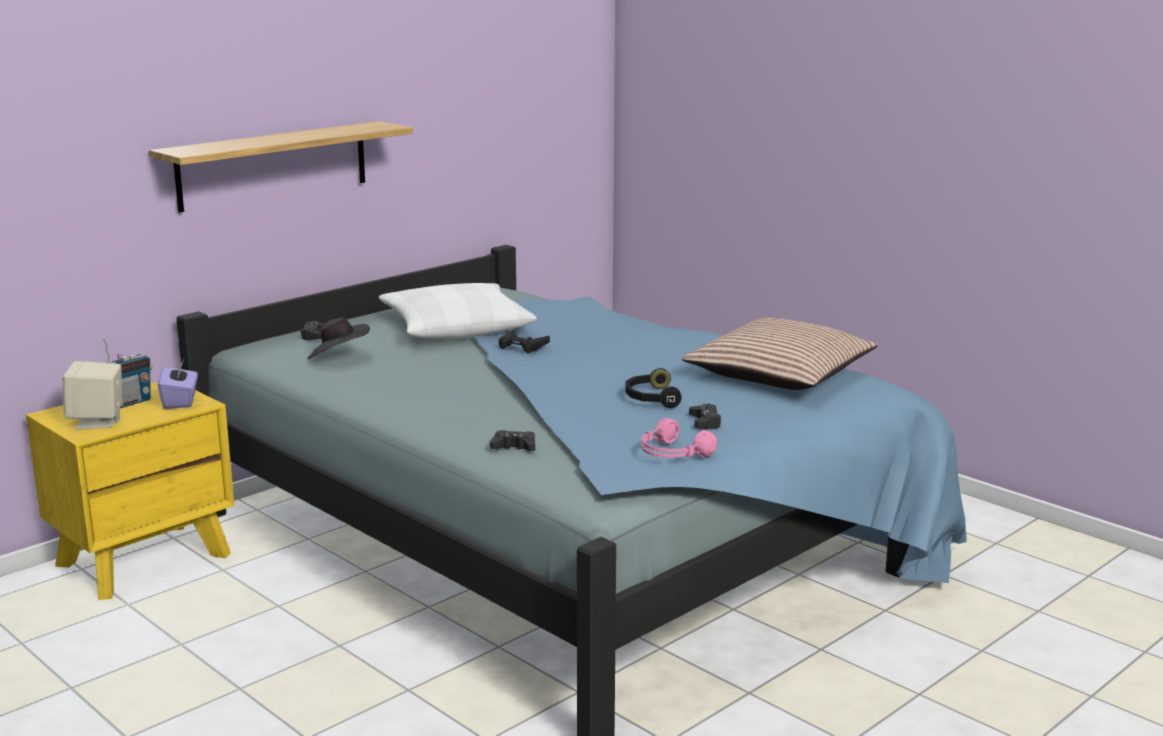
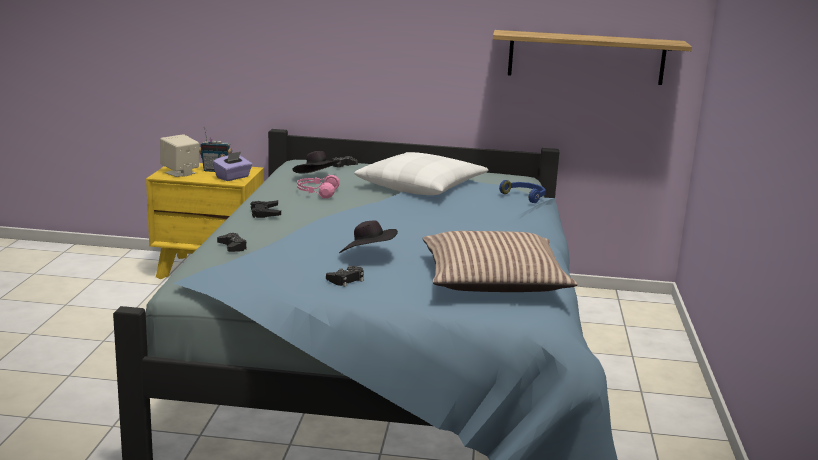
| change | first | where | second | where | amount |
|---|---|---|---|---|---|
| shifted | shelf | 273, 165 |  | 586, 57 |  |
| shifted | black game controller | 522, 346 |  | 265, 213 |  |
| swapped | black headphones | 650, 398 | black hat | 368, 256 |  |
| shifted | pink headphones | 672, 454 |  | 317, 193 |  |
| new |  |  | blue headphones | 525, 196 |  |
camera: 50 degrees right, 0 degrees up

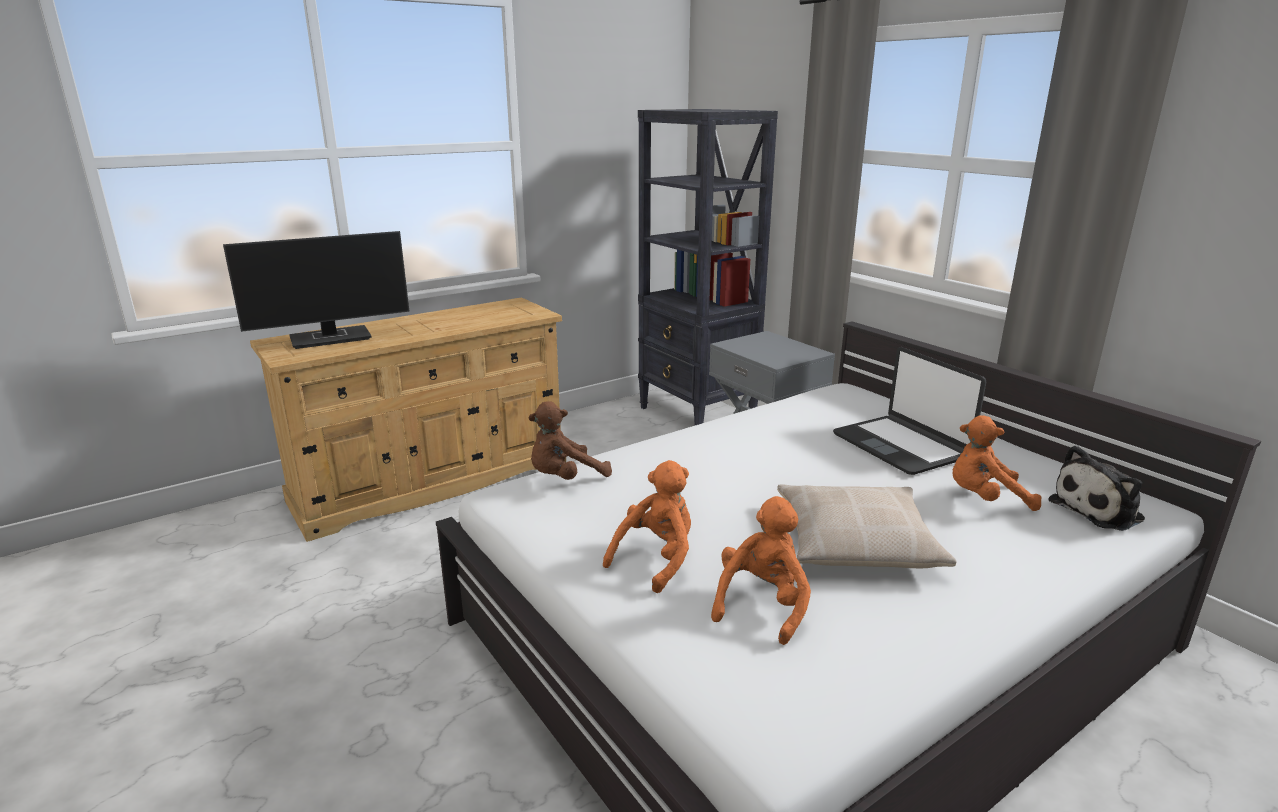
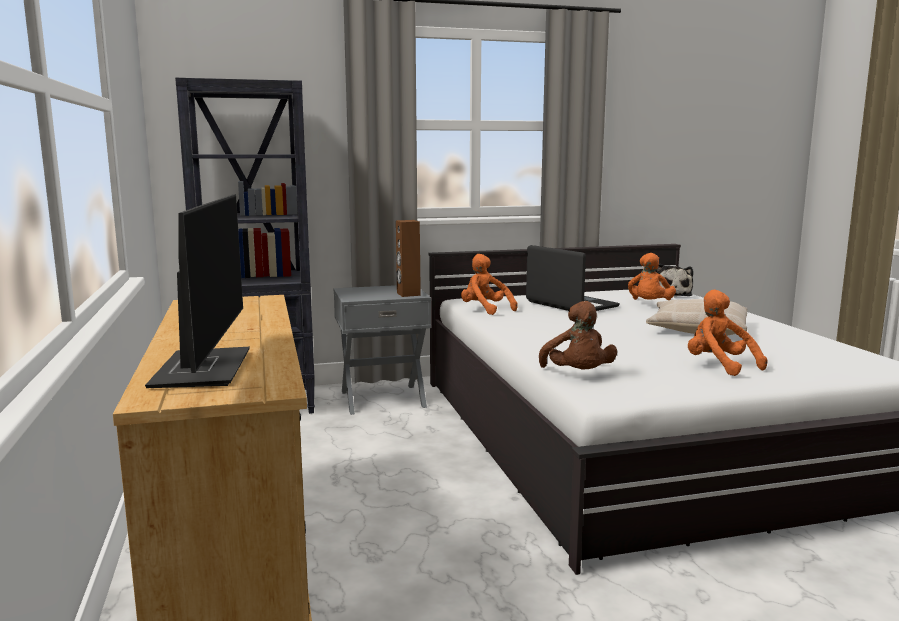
| change | first | where | second | where | amount |
|---|---|---|---|---|---|
| rotated | laptop | 901, 446 |  | 571, 305 | 120 degrees counterclockwise |
| shifted | orange plush toy | 762, 605 |  | 485, 310 |  |
| new |  |  | brown speaker | 408, 294 |  |
camera: 70 degrees left, 10 degrees down

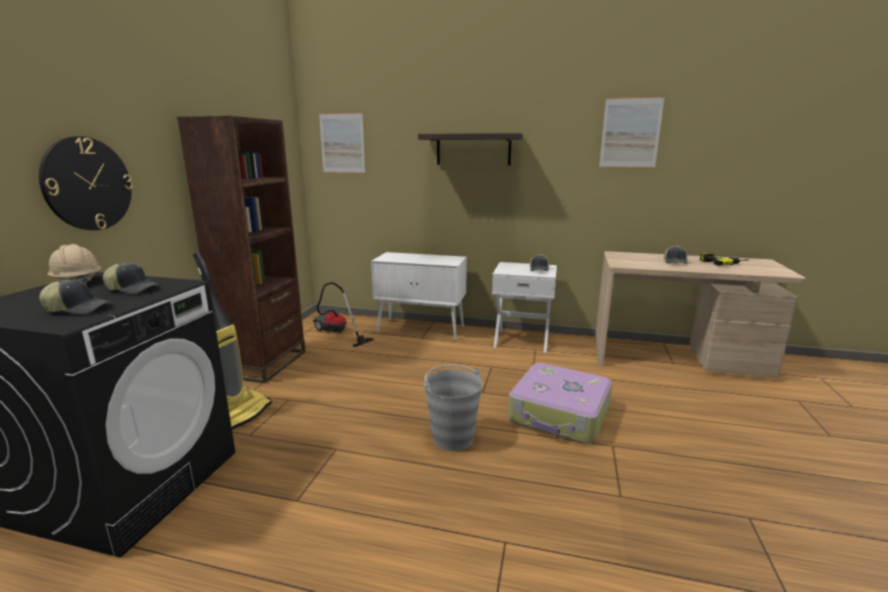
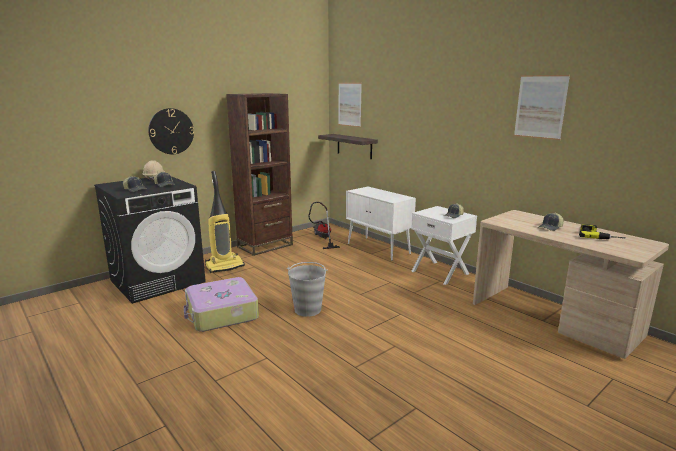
| change | first | where | second | where | amount |
|---|---|---|---|---|---|
| shifted | shelf | 473, 149 |  | 354, 146 |  |
| shifted | suitcase | 560, 414 |  | 221, 313 |  |
camera: 35 degrees right, 0 degrees up

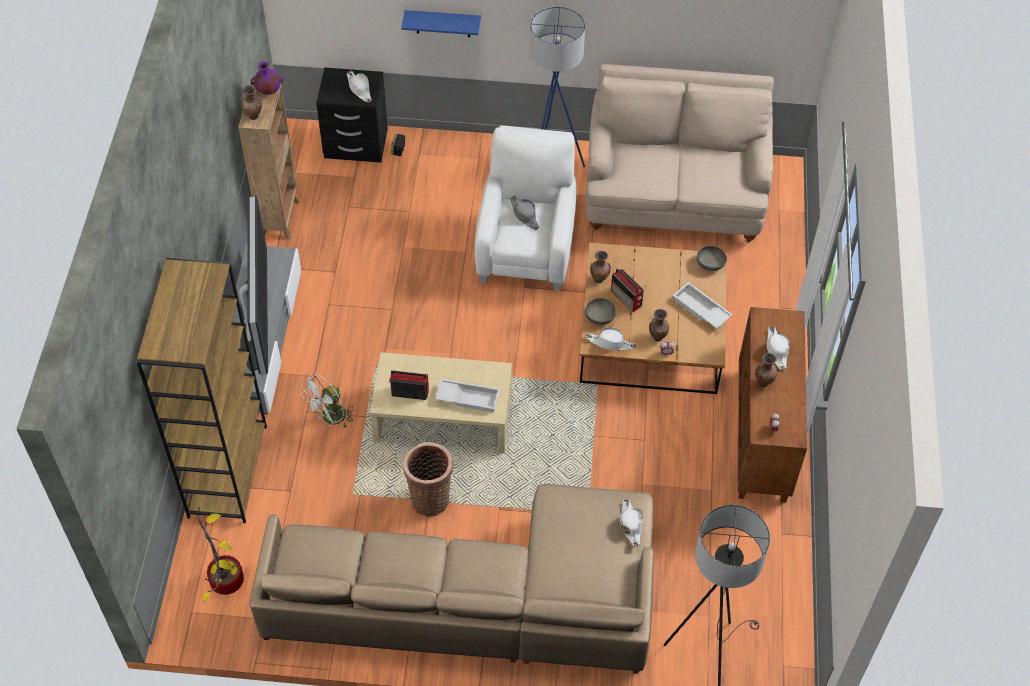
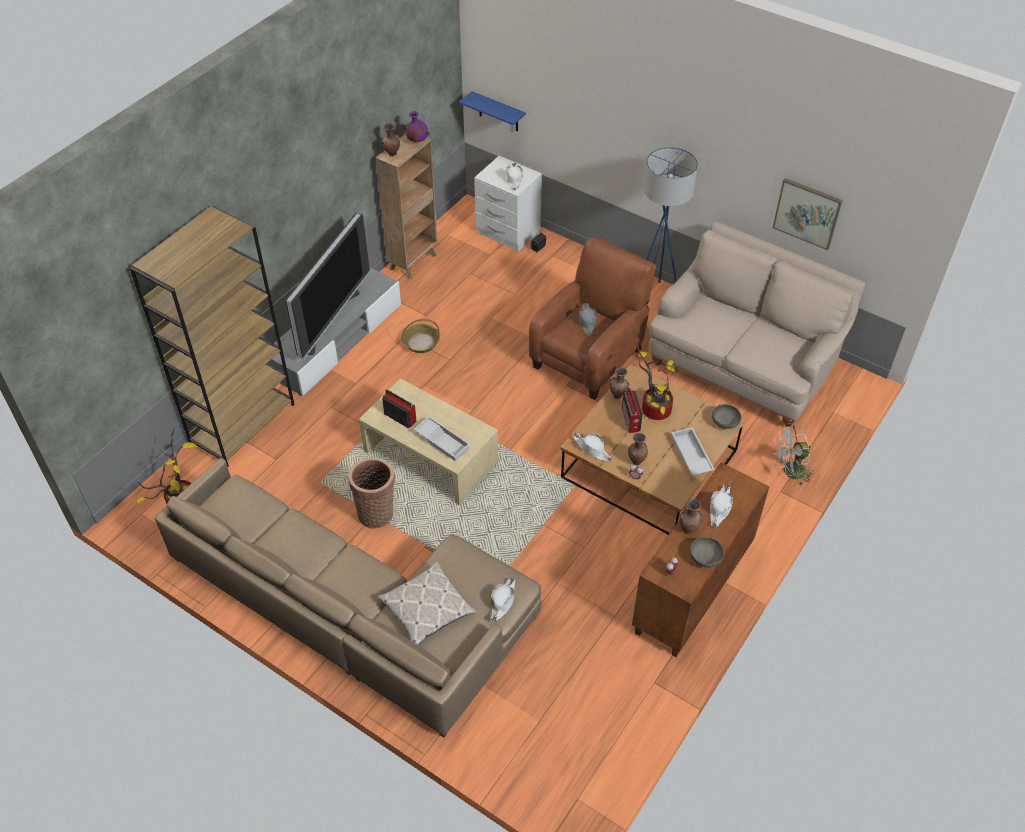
| change | first | where | second | where | amount |
|---|---|---|---|---|---|
| shifted | blue shelf | 443, 23 |  | 498, 112 |  |
| repainted | black nightstand | 355, 145 | white nightstand | 508, 232 |  |
| repainted | white armchair | 527, 247 | brown armchair | 590, 356 |  |
| shifted | grey bowl | 600, 317 |  | 705, 558 |  |
| shifted | white fan | 330, 419 |  | 790, 473 |  |
| gone | grey floor lamp | 707, 646 |  |  |  |
| new |  |  | picture | 807, 213 |  |
| new |  |  | basket | 421, 342 |  |
| new |  |  | potted plant | 653, 409 |  |
| new |  |  | pillow | 427, 609 |  |
camera: 30 degrees right, 5 degrees down

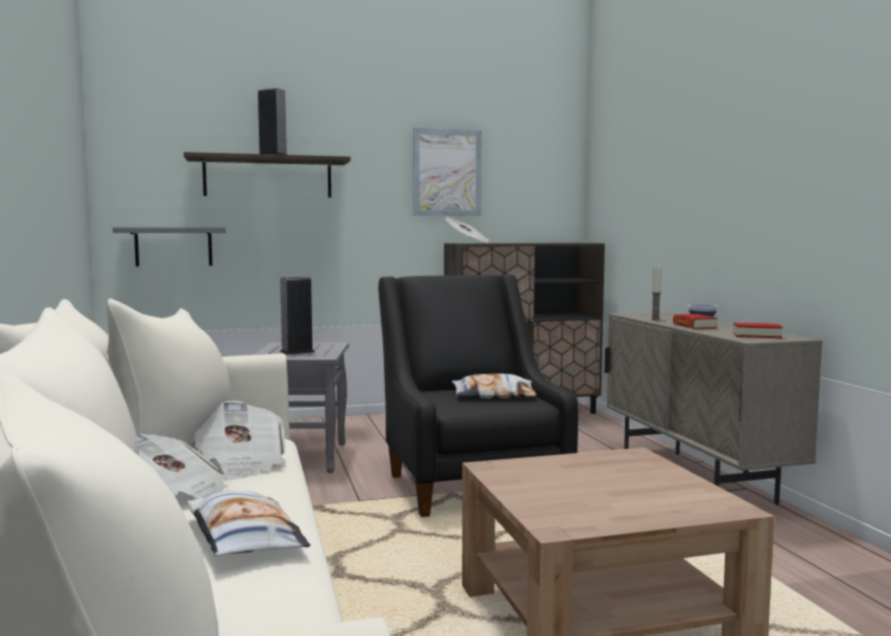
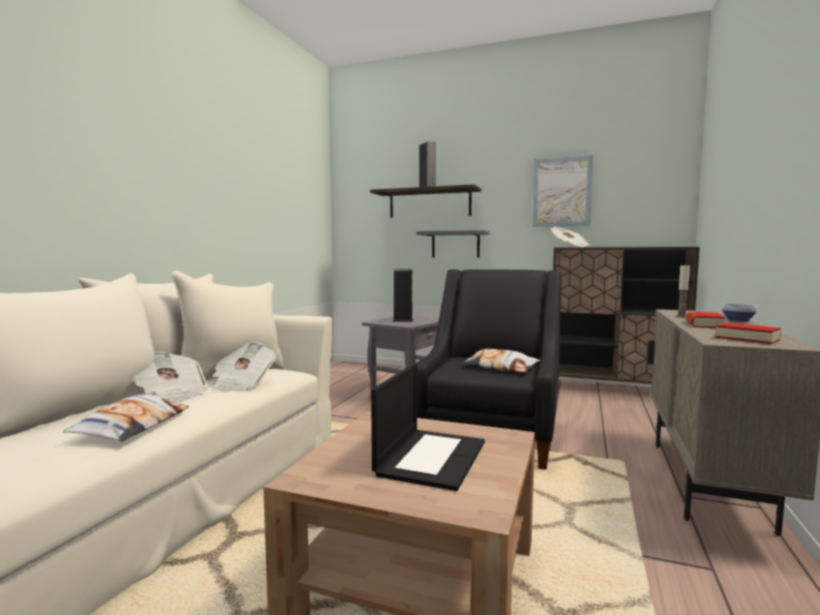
| change | first | where | second | where | amount |
|---|---|---|---|---|---|
| shifted | grey shelf | 173, 246 |  | 455, 244 |  |
| new |  |  | laptop | 431, 457 |  |
camera: 35 degrees right, 0 degrees up

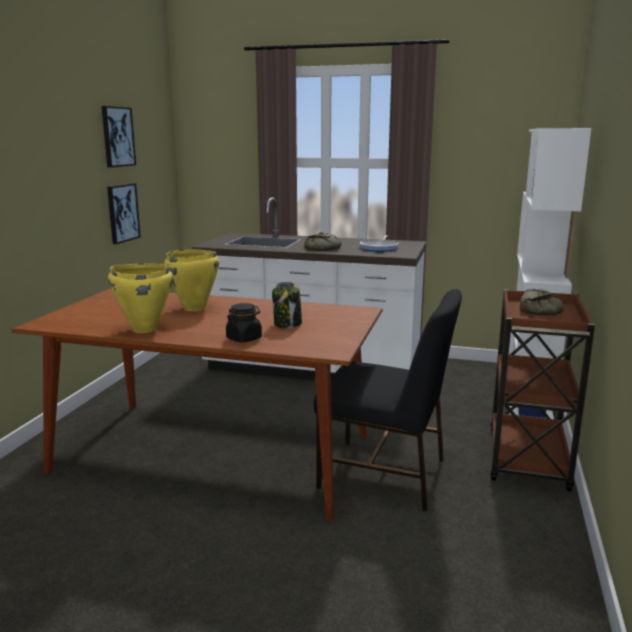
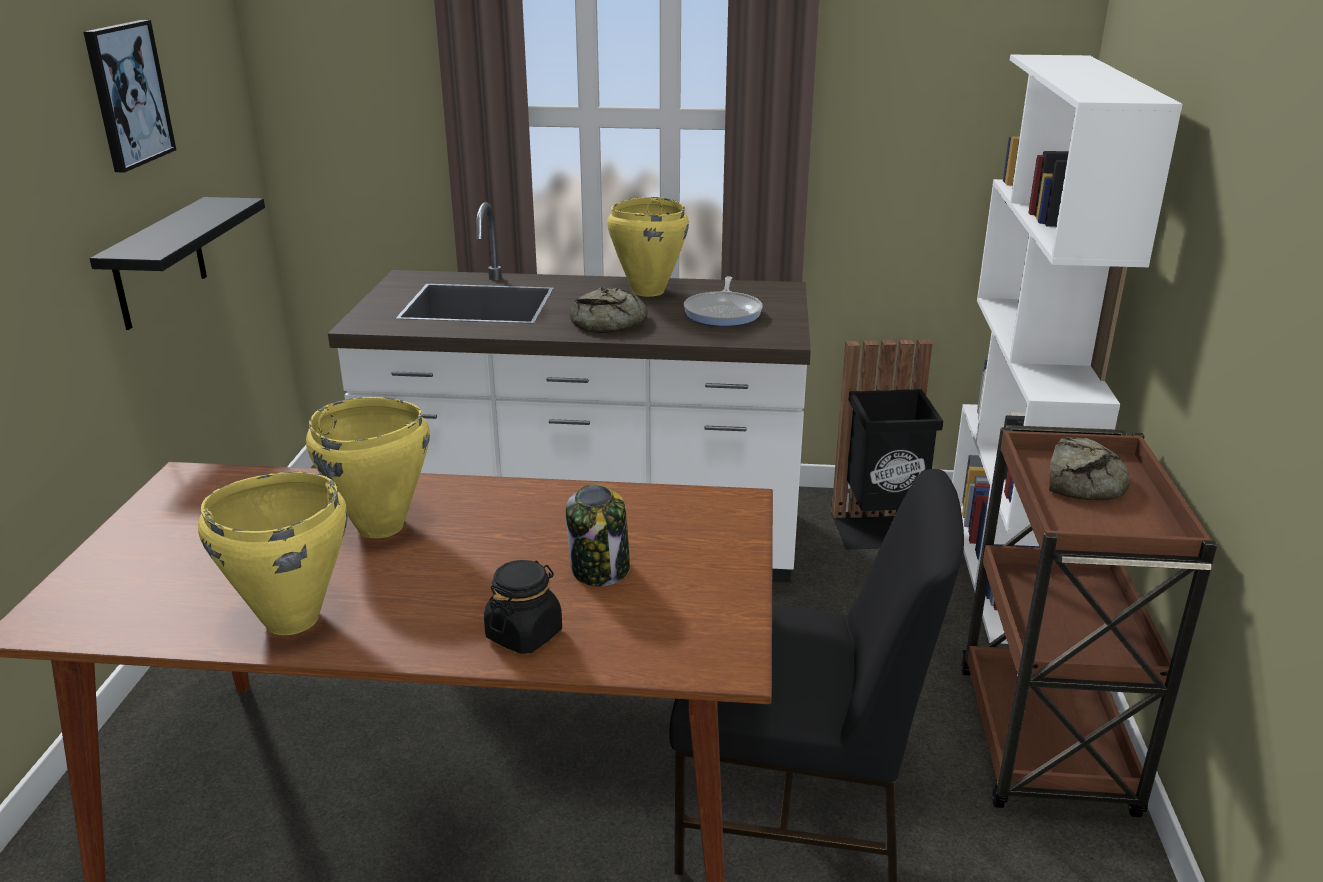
| change | first | where | second | where | amount |
|---|---|---|---|---|---|
| swapped | picture | 122, 213 | black shelf | 159, 263 |  |
| new |  |  | yellow cooking pot | 647, 291 |  |
| new |  |  | black trash can | 880, 531 |  |
camera: 10 degrees left, 10 degrees up

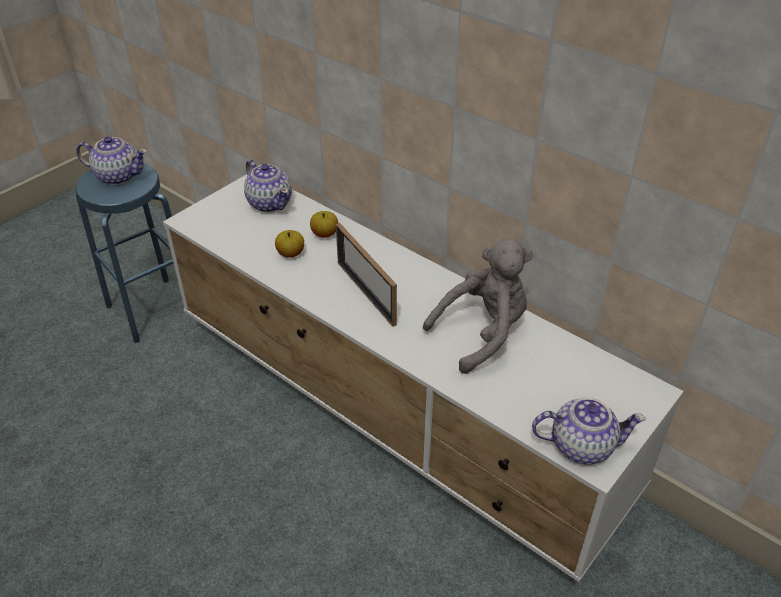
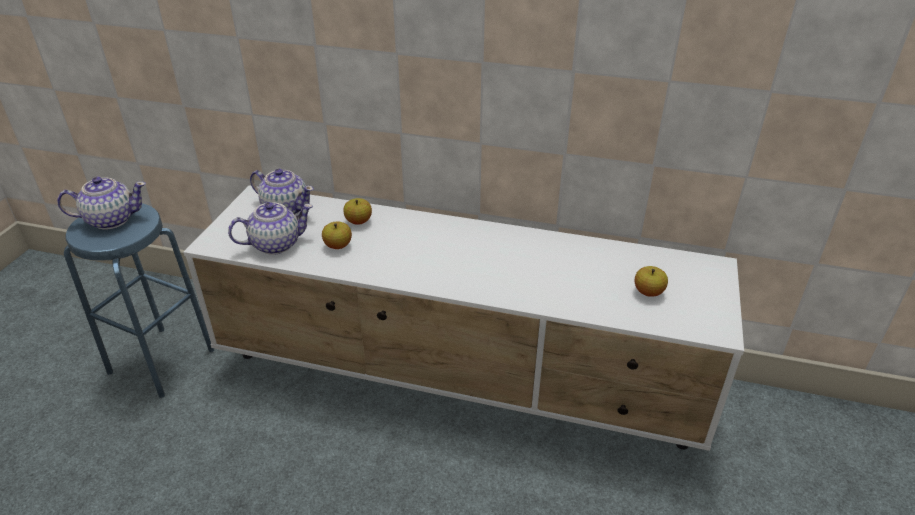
| change | first | where | second | where | amount |
|---|---|---|---|---|---|
| gone | picture frame | 366, 293 |  |  |  |
| gone | grey plush toy | 482, 333 |  |  |  |
| shifted | teapot | 582, 445 |  | 276, 244 |  |
| new |  |  | apple | 648, 292 |  |
camera: 25 degrees left, 5 degrees down

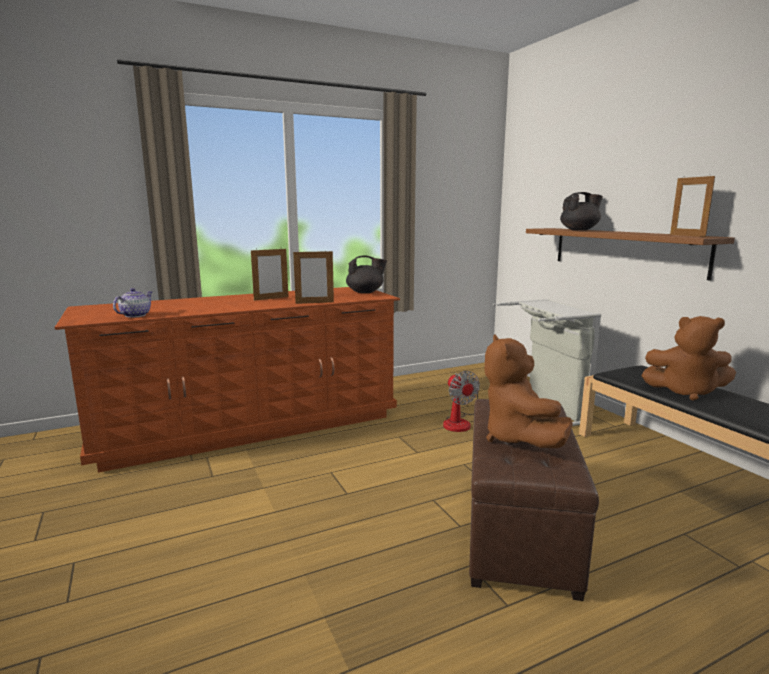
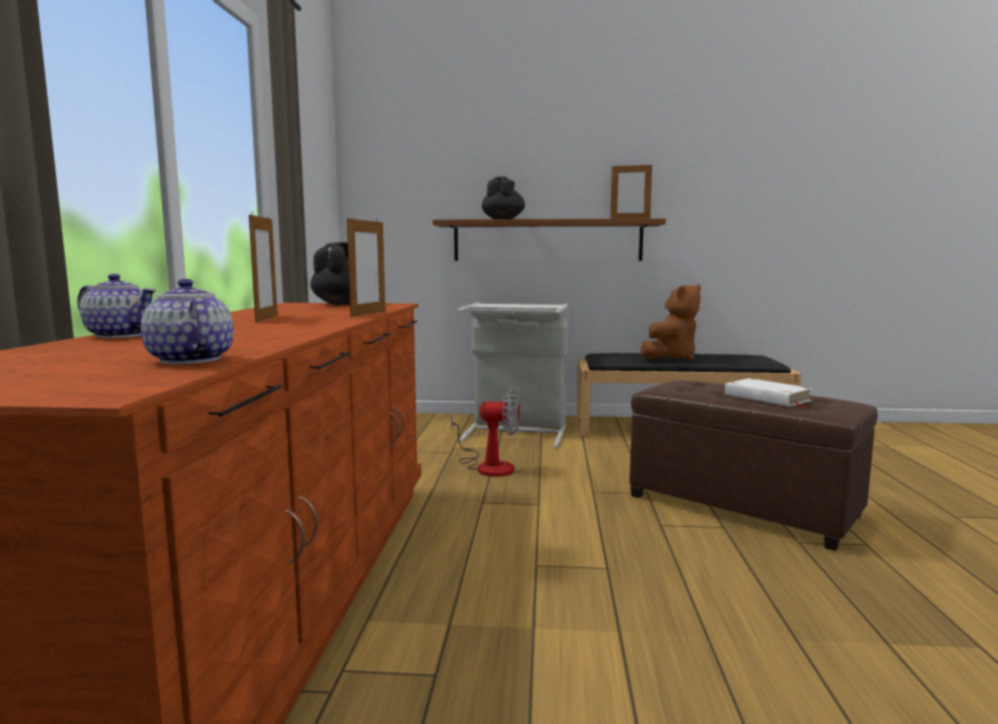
| change | first | where | second | where | amount |
|---|---|---|---|---|---|
| swapped | brown plush toy | 518, 439 | white book | 767, 398 |  |
| new |  |  | teapot | 120, 335 |  |
camera: 60 degrees left, 5 degrees down

